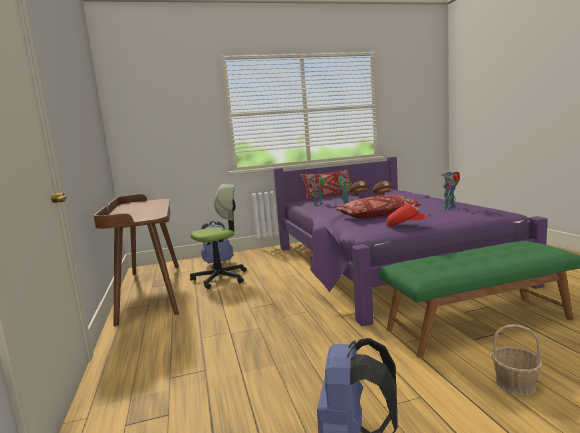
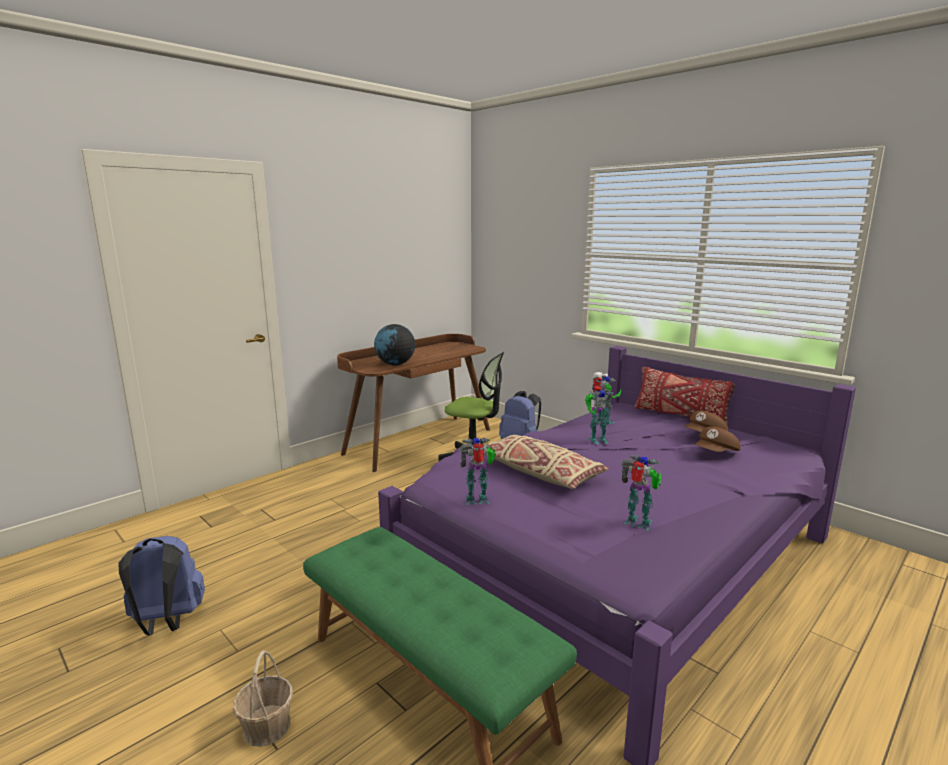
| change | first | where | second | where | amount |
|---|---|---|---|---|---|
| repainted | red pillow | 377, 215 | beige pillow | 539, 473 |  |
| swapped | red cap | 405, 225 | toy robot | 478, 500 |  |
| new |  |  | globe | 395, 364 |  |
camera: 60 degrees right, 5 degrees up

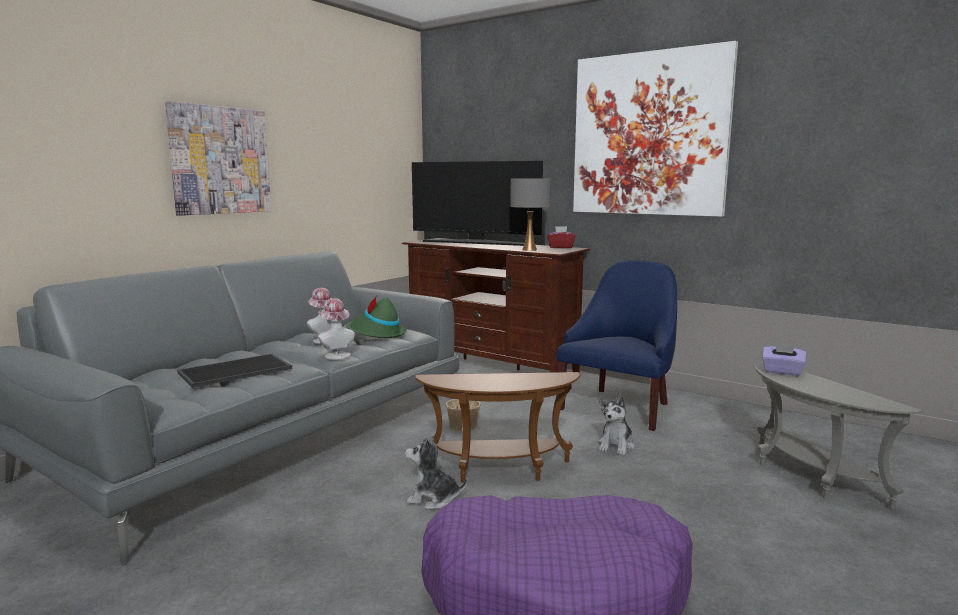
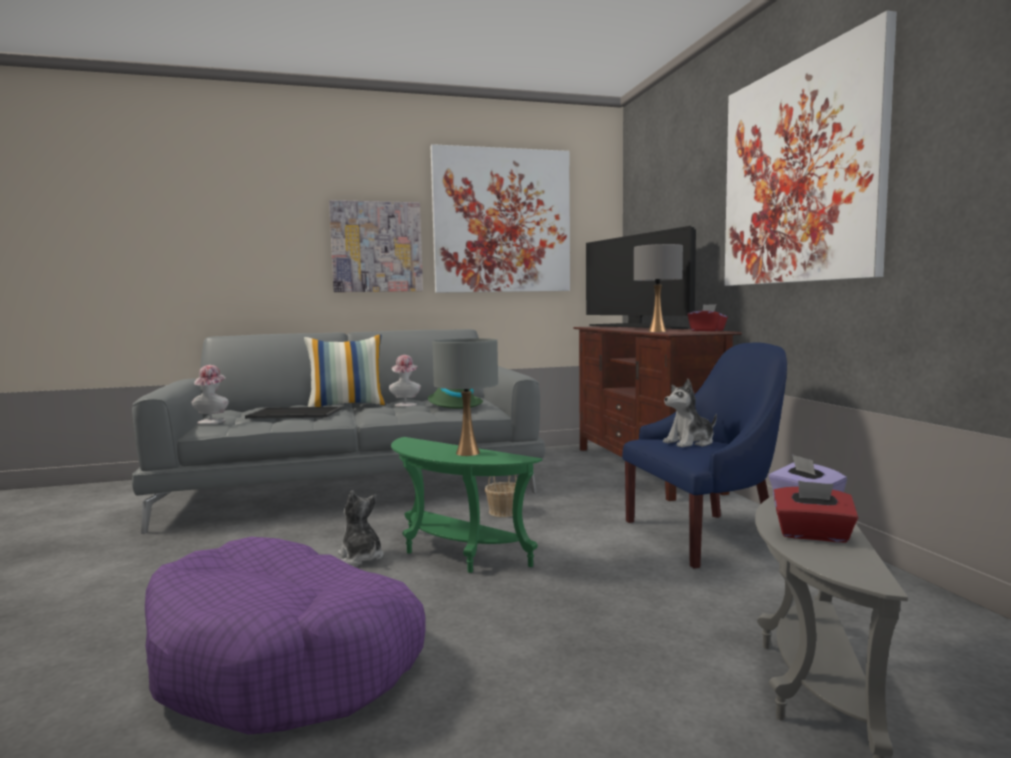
| change | first | where | second | where | amount |
|---|---|---|---|---|---|
| shifted | hat | 336, 355 |  | 213, 421 |  |
| repainted | brown side table | 498, 471 | green side table | 454, 554 |  |
| shifted | plush toy | 616, 446 |  | 690, 442 |  |
| new |  |  | picture | 502, 221 |  |
| new |  |  | pillow | 347, 406 |  |
| new |  |  | grey table lamp | 467, 453 |  |
| new |  |  | red tissue box | 812, 535 |  |
camera: 40 degrees right, 5 degrees down

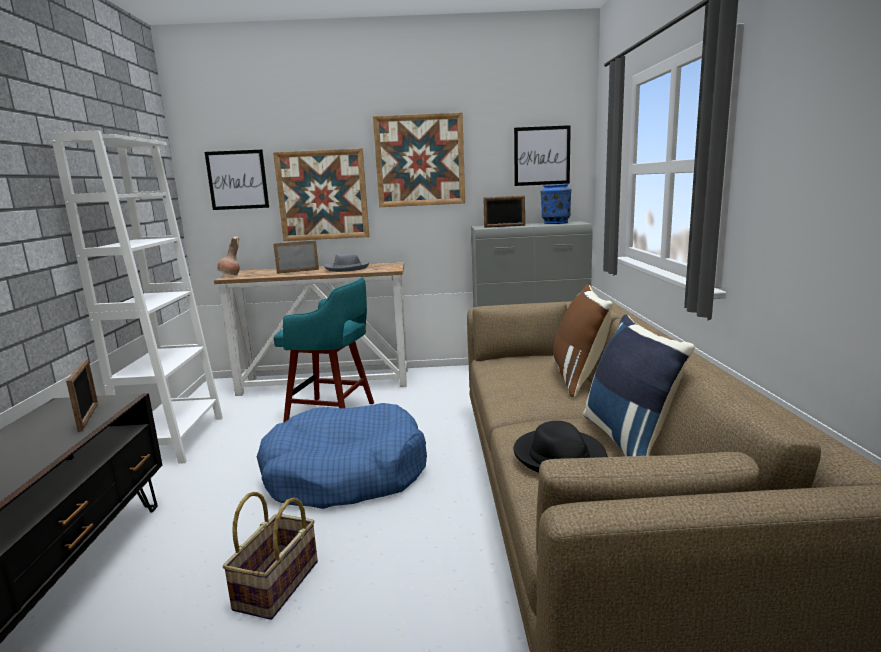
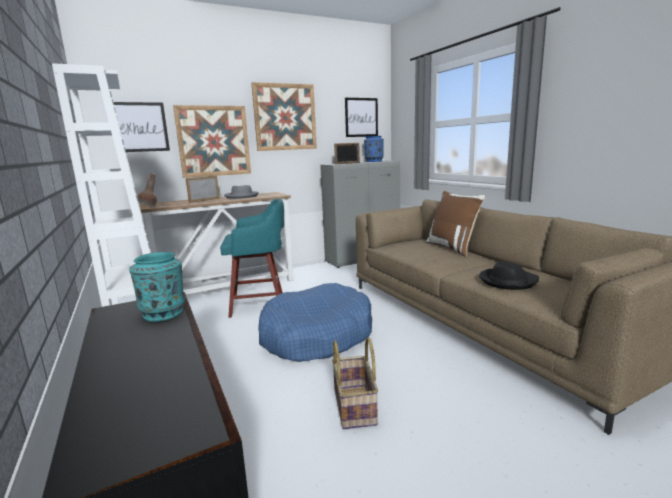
| change | first | where | second | where | amount |
|---|---|---|---|---|---|
| gone | blue pillow | 630, 440 |  |  |  |
| swapped | picture frame | 88, 417 | turquoise vase | 163, 313 |  |
camera: 25 degrees left, 0 degrees up

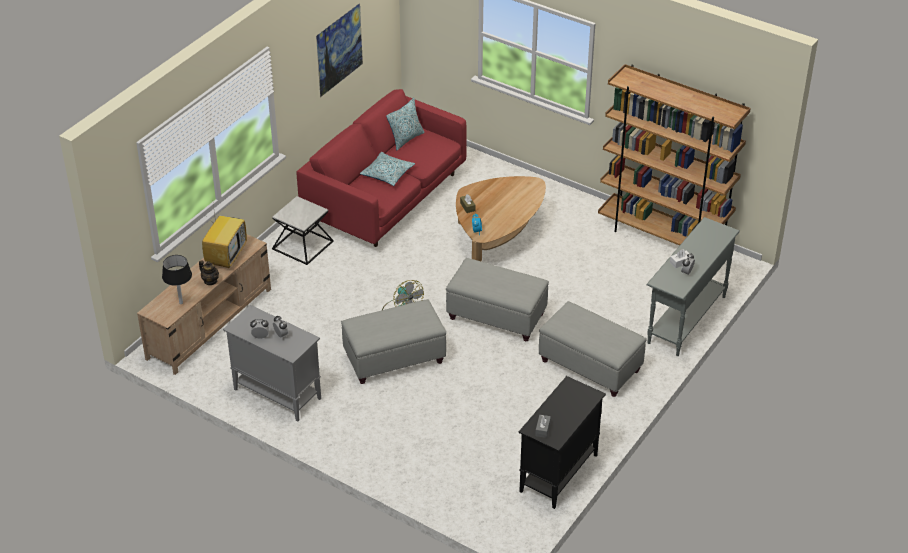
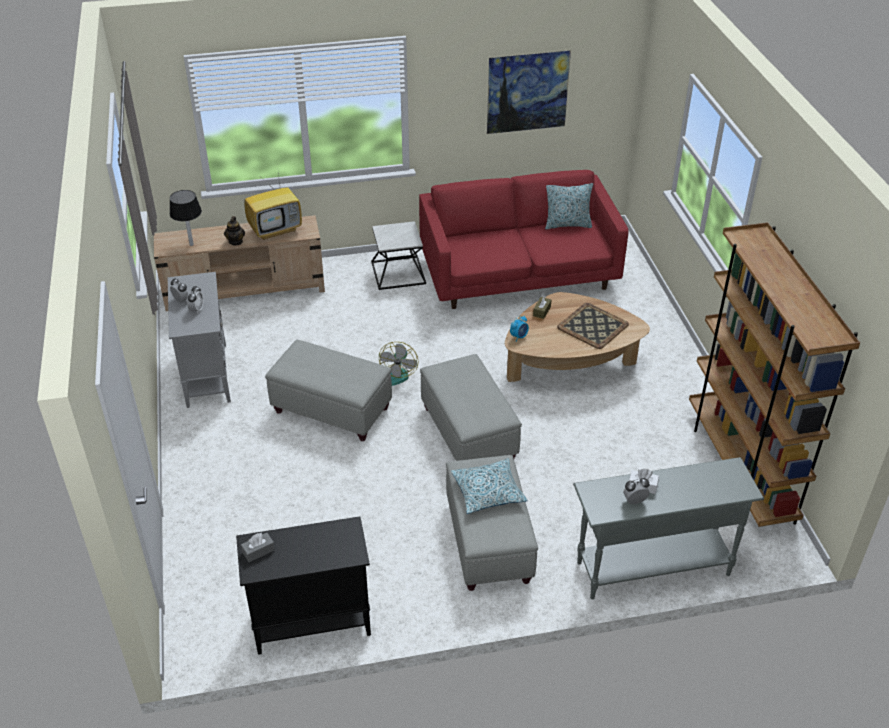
| change | first | where | second | where | amount |
|---|---|---|---|---|---|
| shifted | pillow | 387, 174 |  | 488, 492 |  |
| new |  |  | tray | 593, 326 |  |
camera: 45 degrees right, 0 degrees up

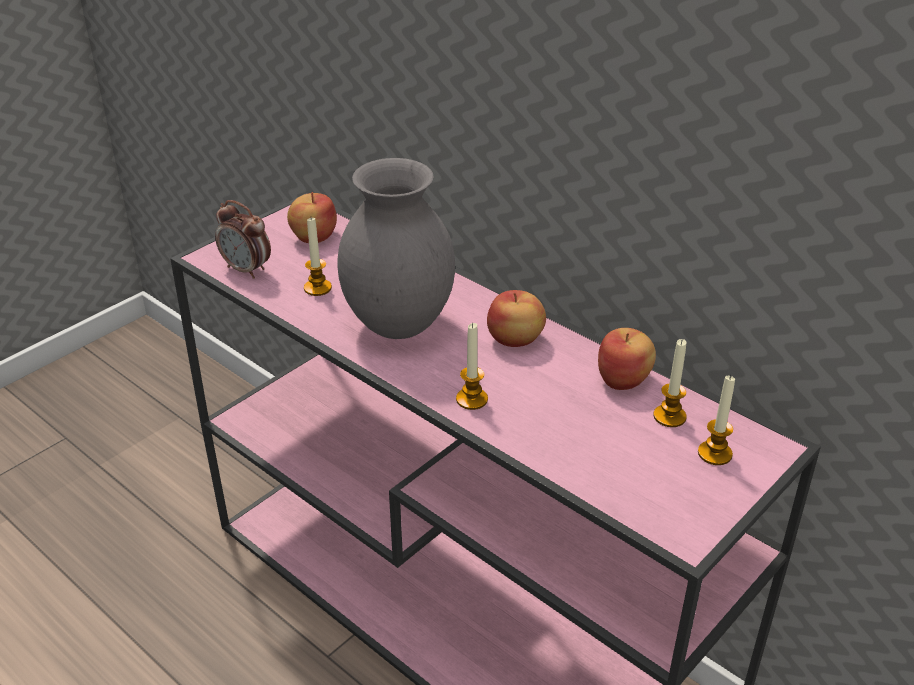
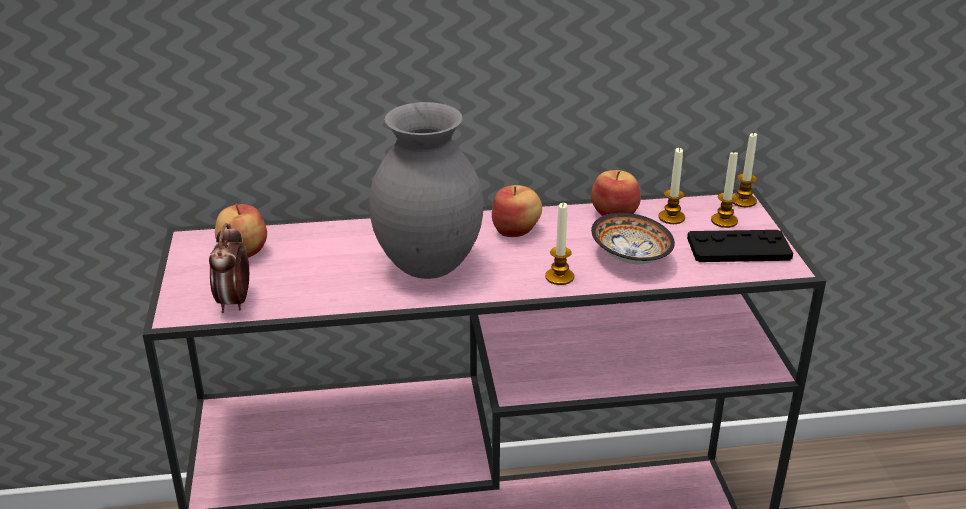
| change | first | where | second | where | amount |
|---|---|---|---|---|---|
| rotated | alarm clock | 247, 270 |  | 234, 302 | 105 degrees clockwise |
| shifted | candle | 317, 288 |  | 743, 201 |  |
| new |  |  | bowl | 631, 256 |  |
| new |  |  | black game controller | 738, 248 |  |
camera: 50 degrees left, 5 degrees down

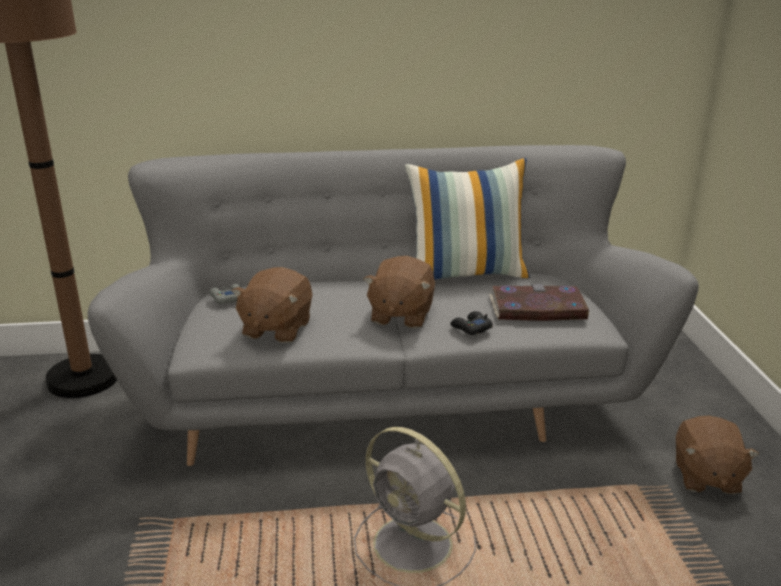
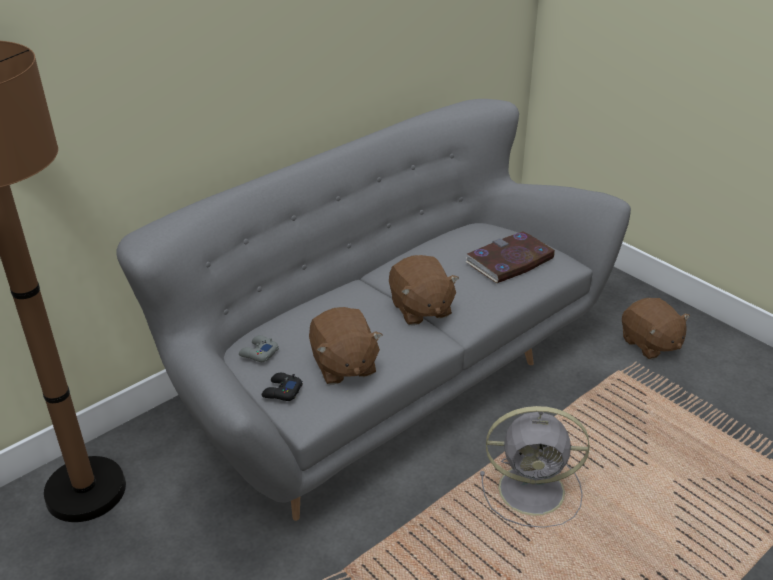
| change | first | where | second | where | amount |
|---|---|---|---|---|---|
| gone | pillow | 466, 274 |  |  |  |
| shifted | black game controller | 471, 328 |  | 282, 391 |  |
camera: 35 degrees left, 10 degrees up

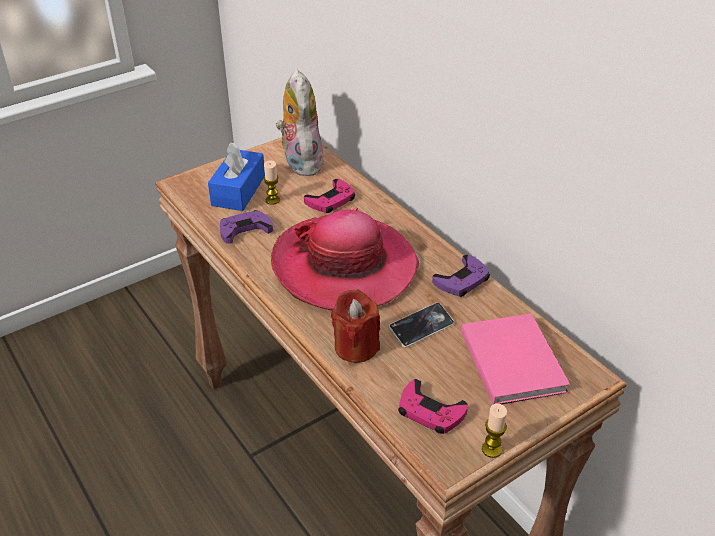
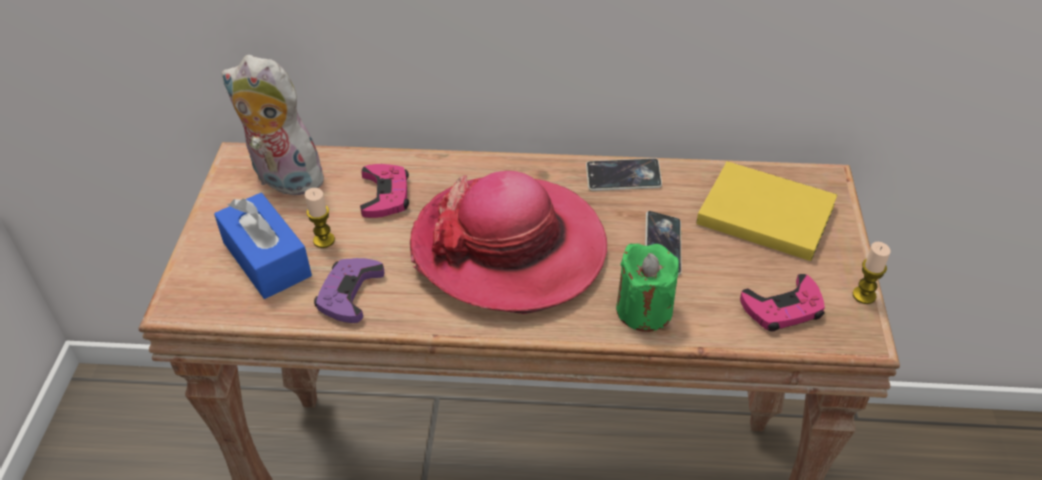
| change | first | where | second | where | amount |
|---|---|---|---|---|---|
| swapped | purple game controller | 462, 280 | phone | 623, 178 |  |
| repainted | red candle | 356, 347 | green candle | 644, 310 |  |
| repainted | pink book | 513, 359 | yellow book | 763, 212 |  |
camera: 50 degrees left, 5 degrees up

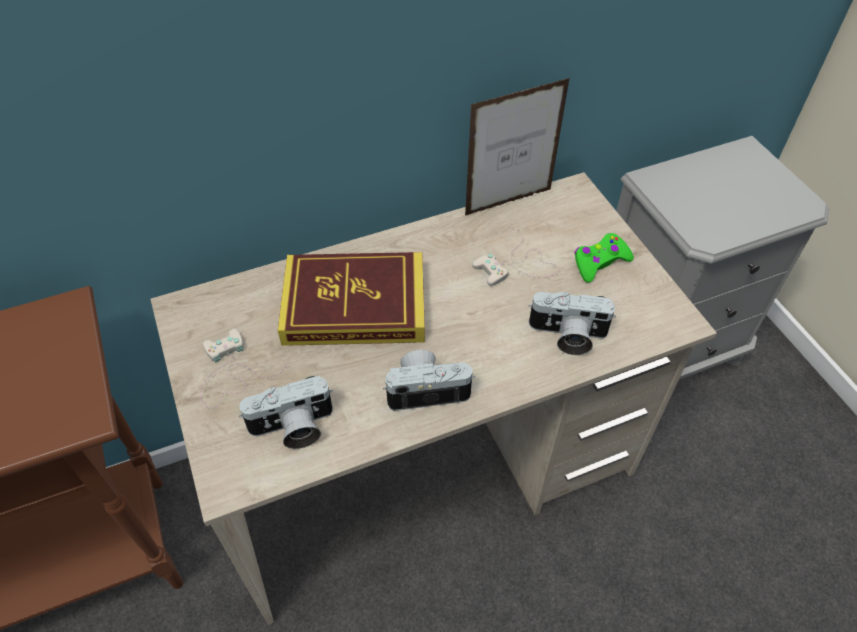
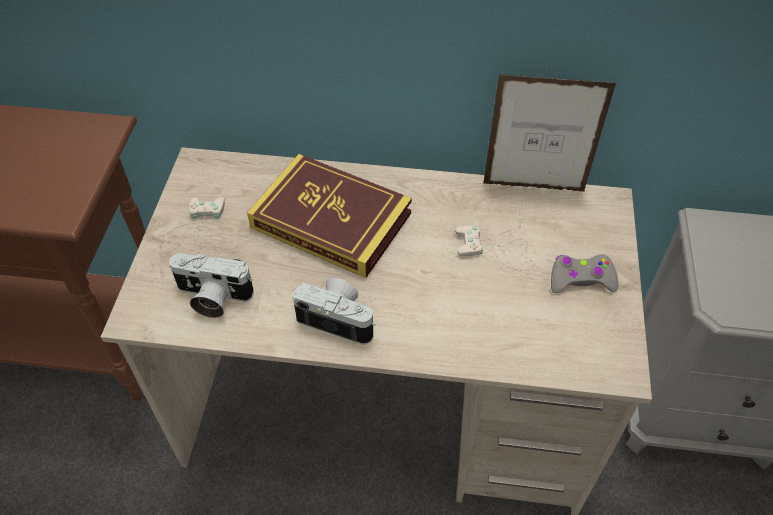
| change | first | where | second | where | amount |
|---|---|---|---|---|---|
| repainted | green game controller | 599, 262 | grey game controller | 581, 279 |  |
| gone | photo camera | 567, 336 |  |  |  |
camera: 30 degrees right, 0 degrees up

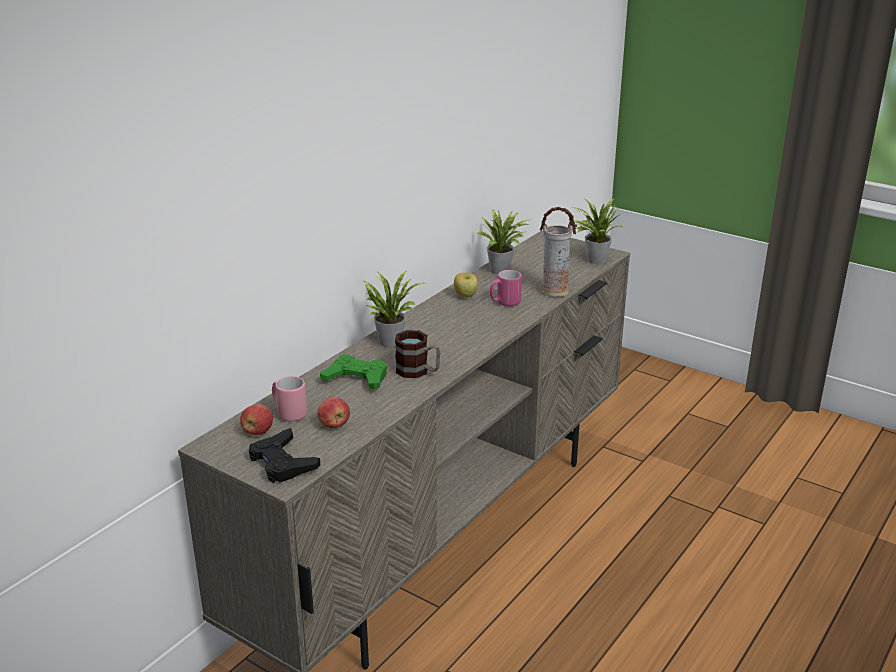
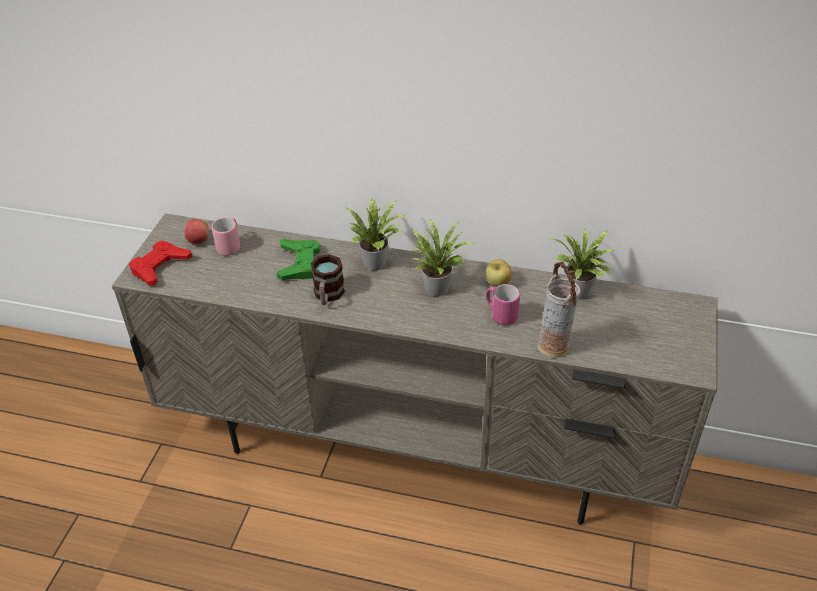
| change | first | where | second | where | amount |
|---|---|---|---|---|---|
| shifted | potted plant | 593, 259 |  | 437, 286 |  |
| gone | apple | 334, 425 |  |  |  |
| repainted | black game controller | 282, 462 | red game controller | 160, 267 |  |
camera: 70 degrees right, 15 degrees up

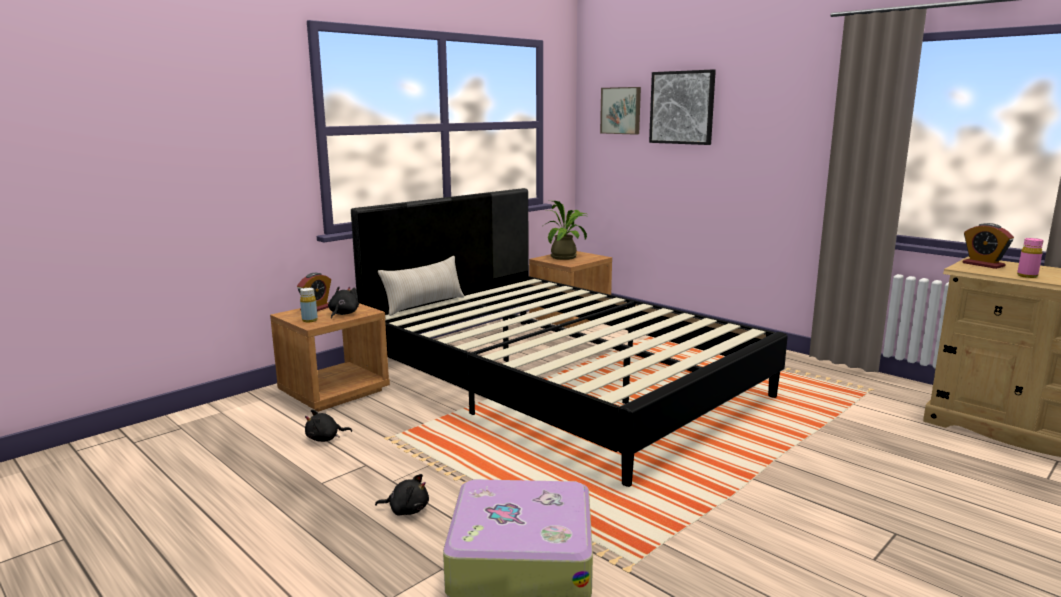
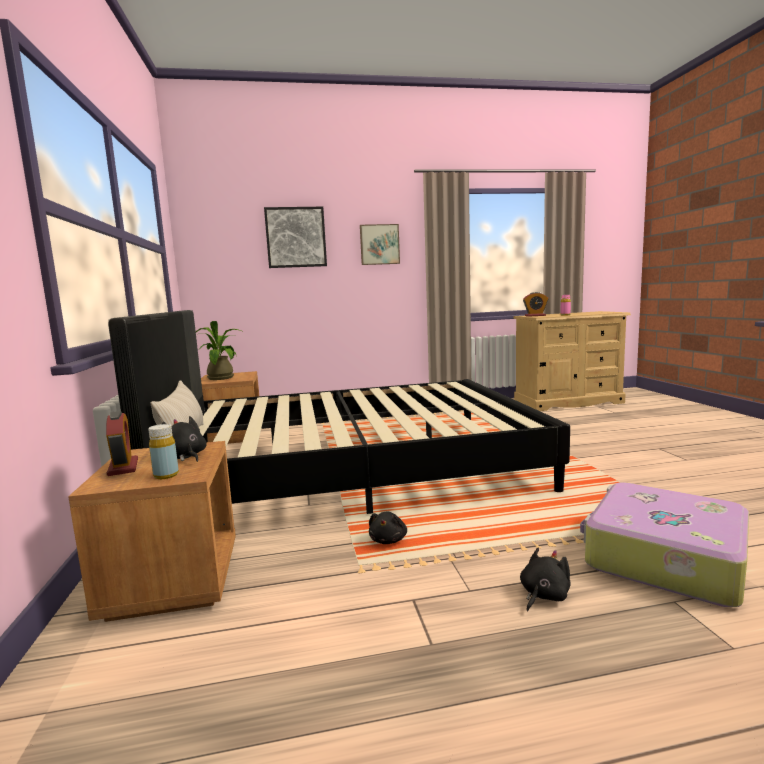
| change | first | where | second | where | amount |
|---|---|---|---|---|---|
| shifted | picture | 621, 110 |  | 379, 244 |  |
| shifted | black plush toy | 325, 439 |  | 388, 540 |  |
camera: 55 degrees left, 5 degrees down

